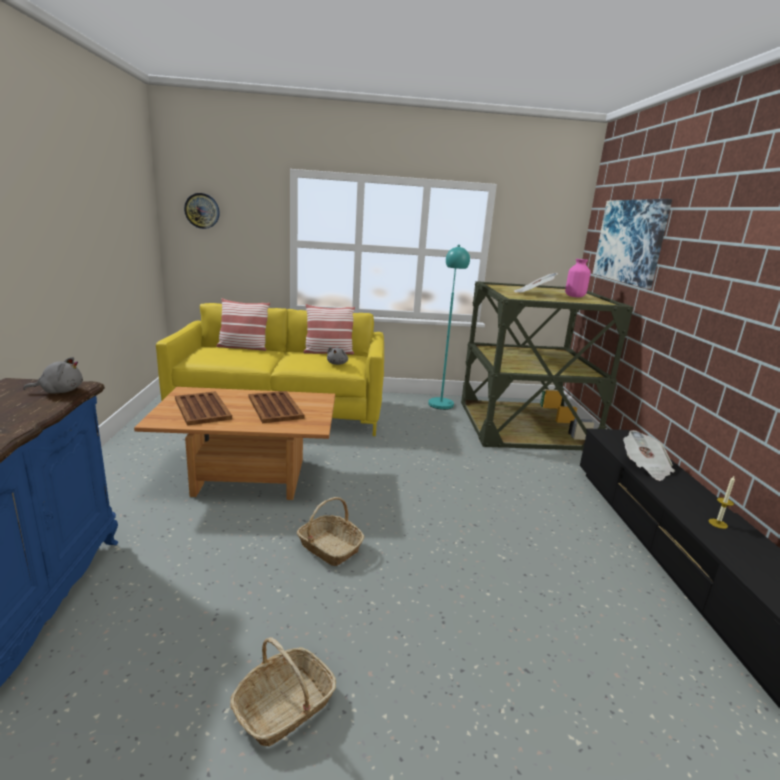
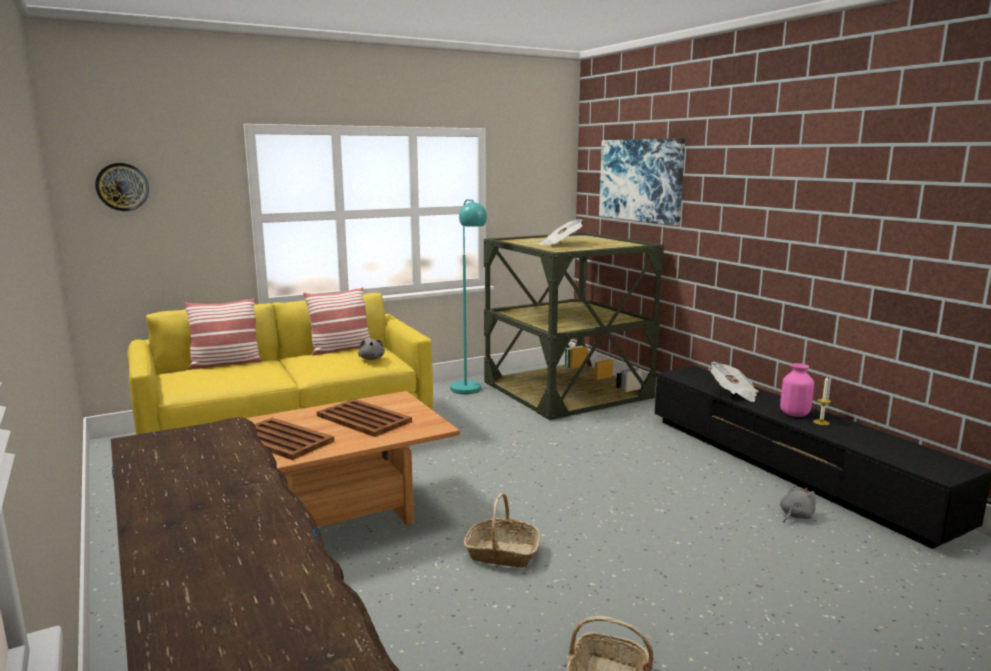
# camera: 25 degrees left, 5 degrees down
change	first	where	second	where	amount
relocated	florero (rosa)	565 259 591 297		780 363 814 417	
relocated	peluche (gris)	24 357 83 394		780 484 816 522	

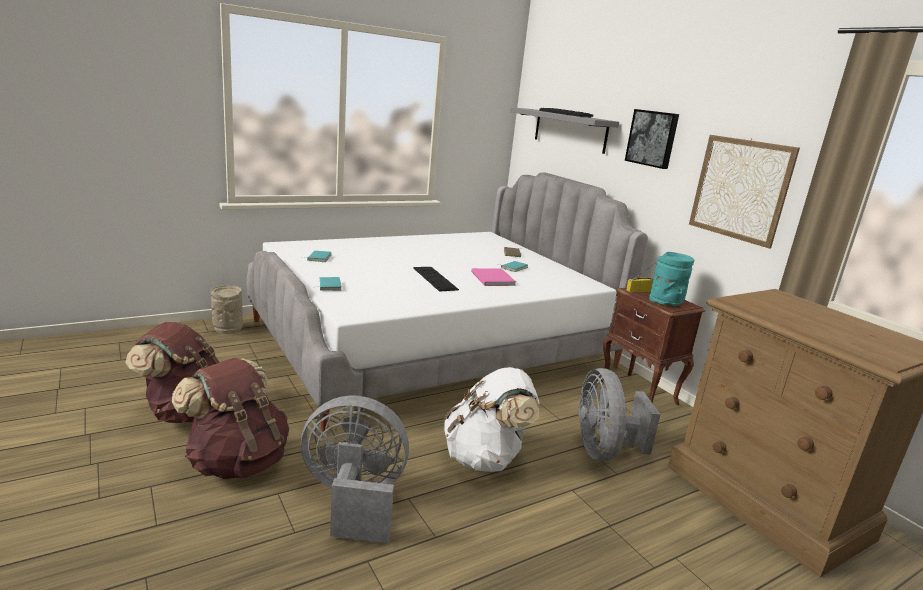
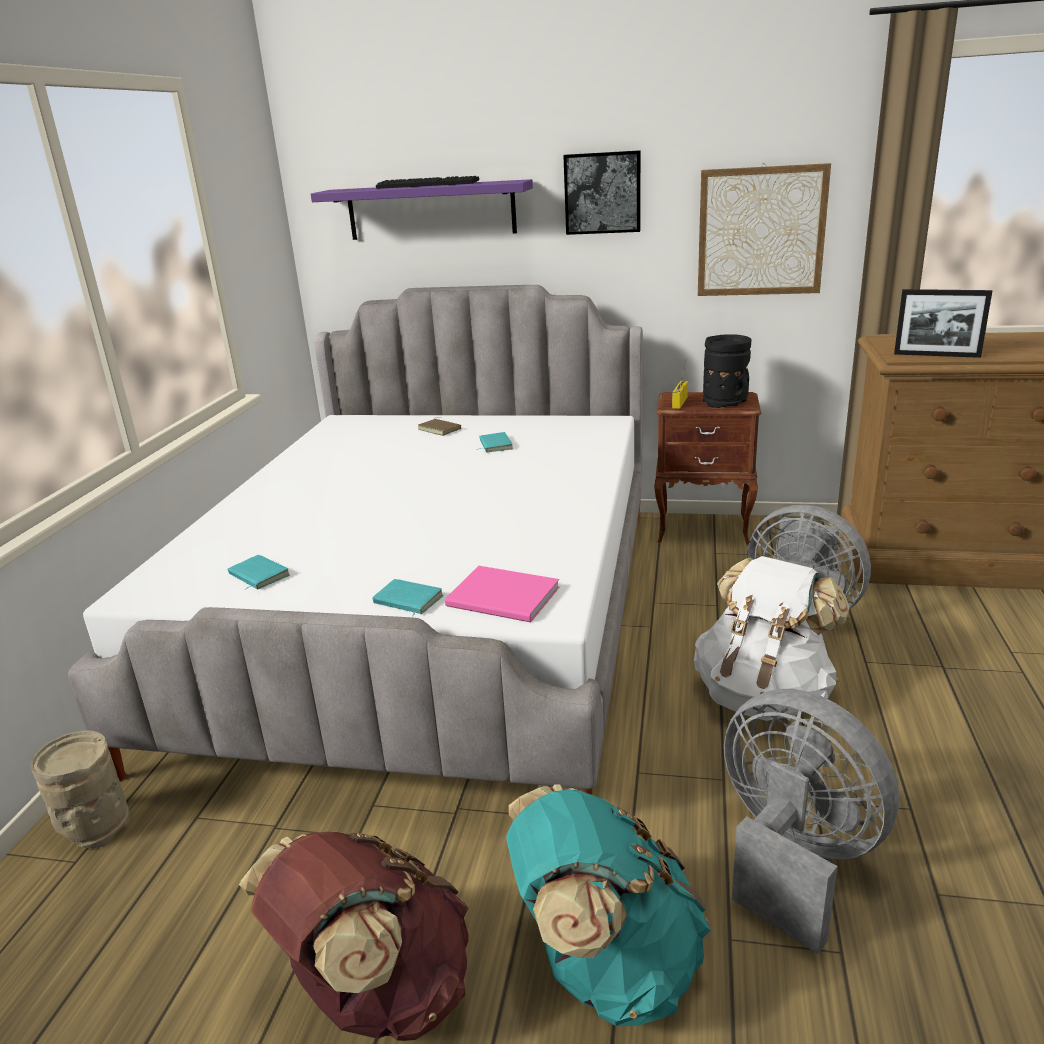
# camera: 45 degrees left, 5 degrees up
change	first	where	second	where	amount
colour	estante (gris)	510 107 619 154	estante (morado)	311 179 533 240	
colour	florero (turquesa)	649 252 694 306	florero (negro)	703 334 751 408	
missing	teclado	413 267 459 292			
relocated	libro (rosa)	471 268 516 286		445 566 560 622	
colour	mochila (marrón)	172 358 289 479	mochila (turquesa)	506 784 711 1026	
spun	ventilador (gris)	301 395 409 543		724 689 900 954	90 degrees clockwise
appeared			portarretratos	894 289 992 358	

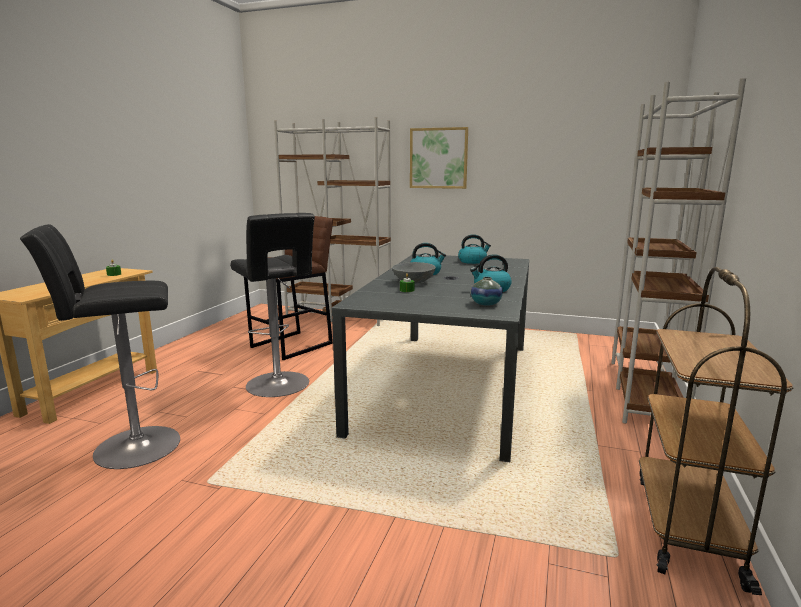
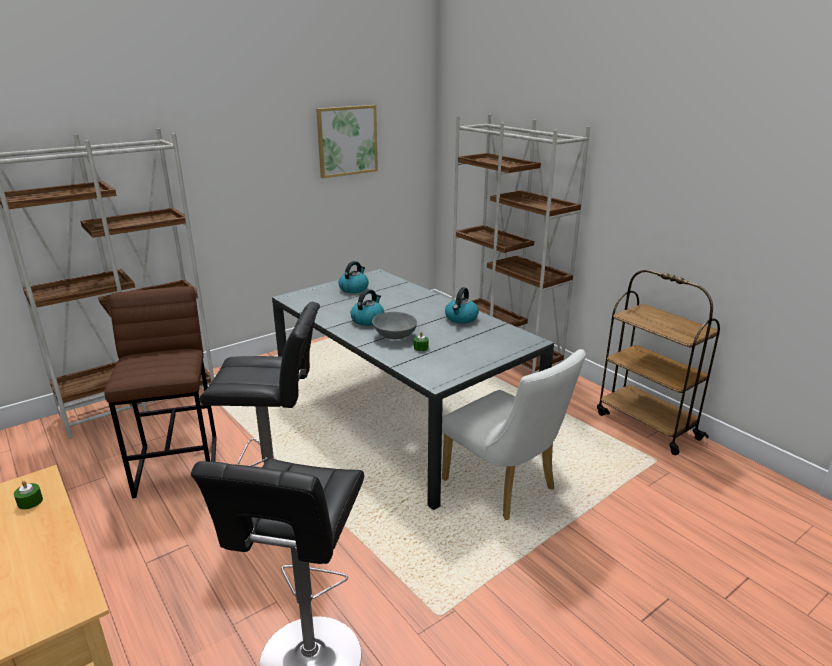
# camera: 55 degrees left, 10 degrees up
change	first	where	second	where	amount
relocated	cuadro	410 127 468 189		316 105 378 178	
missing	florero	471 277 503 306			
appeared			silla (blanco)	442 349 586 520	

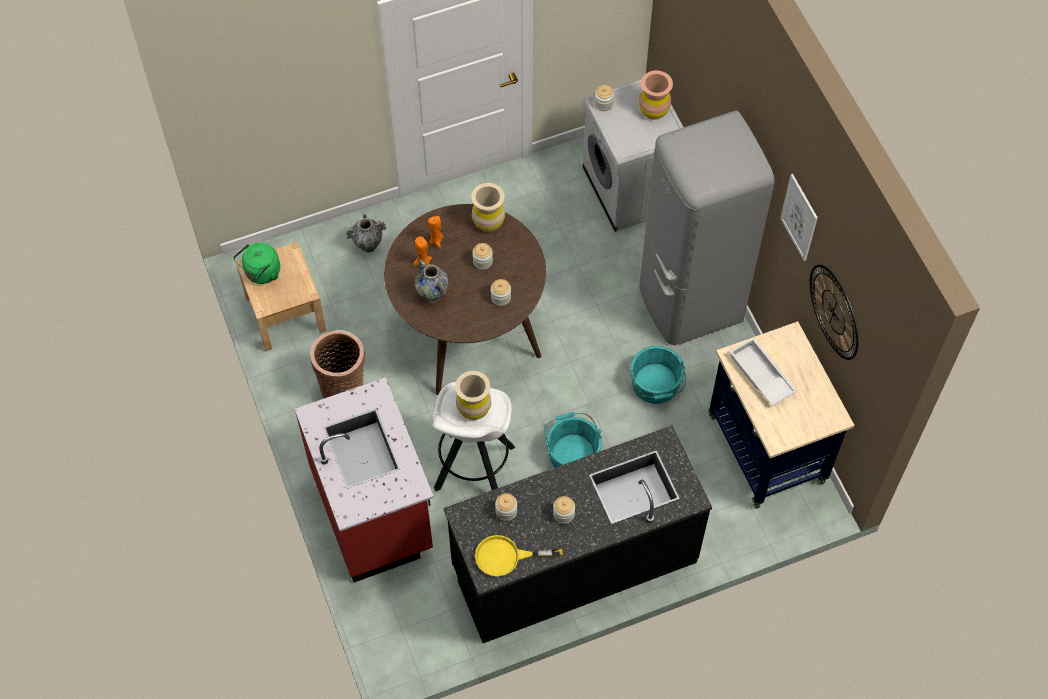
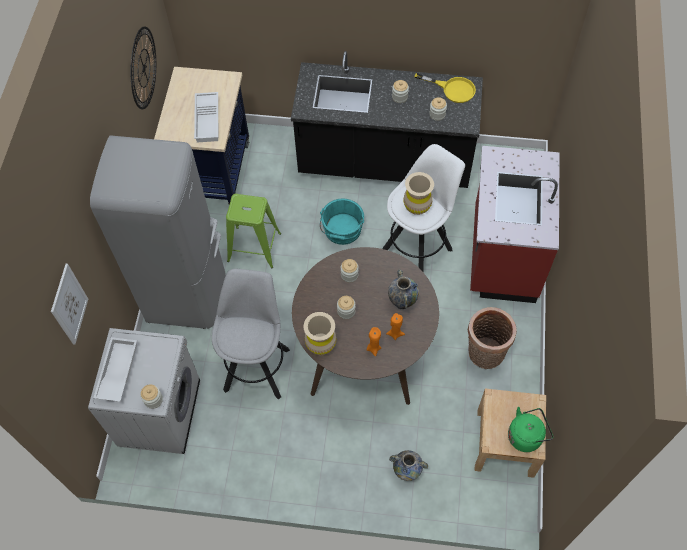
# camera: 150 degrees left, 0 degrees up
change	first	where	second	where	amount
exchanged	florero (marrón)	639 70 673 119	bandeja (blanco)	93 337 137 402	
relocated	cuadro	780 174 818 261		51 264 88 345	
exchanged	cubo (turquesa)	630 346 686 404	taburete (verde)	226 194 281 269	
appeared			taburete (gris)	212 269 290 399	

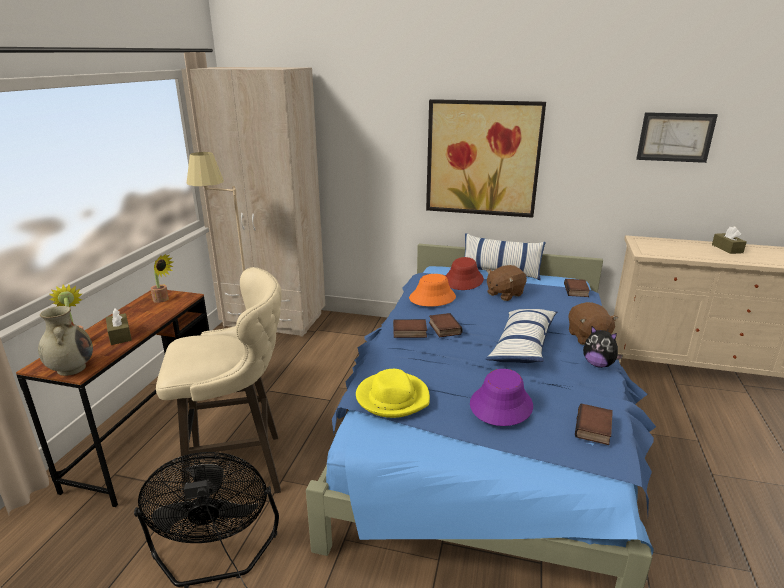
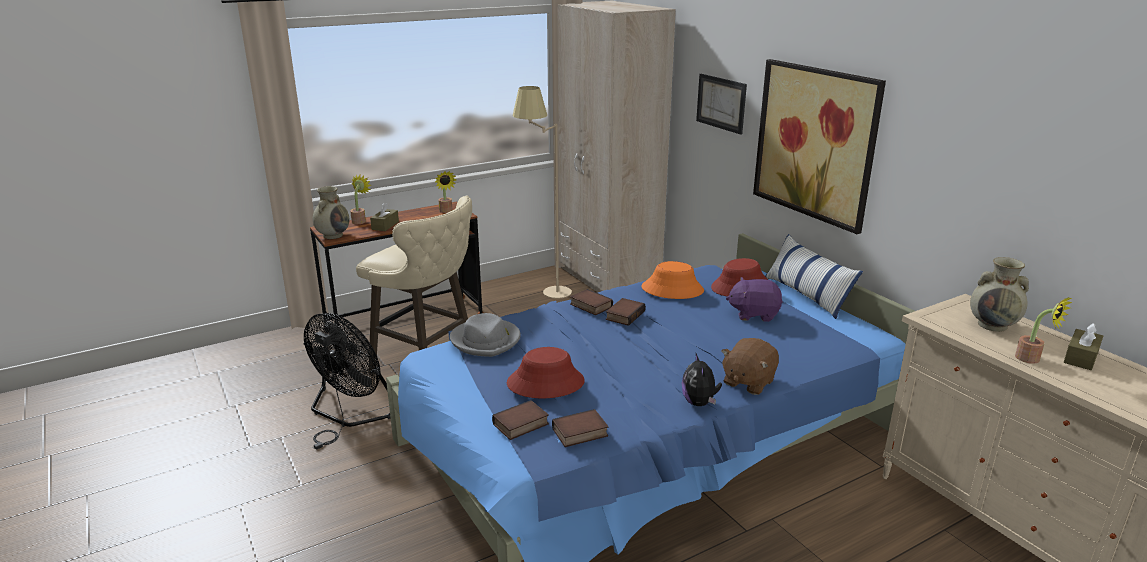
# camera: 45 degrees right, 0 degrees up
change	first	where	second	where	amount
relocated	cuadro	636 112 718 163		696 74 747 135	
colour	peluche (marrón)	487 265 527 301	peluche (morado)	726 277 783 322	
relocated	libro	564 279 590 297		492 400 549 440	
missing	cojín	485 309 557 363			
colour	sombrero (amarillo)	356 369 430 418	sombrero (gris)	450 313 521 357	
colour	sombrero (morado)	470 369 533 426	sombrero (rojo)	507 347 585 398	
appeared			florero (beis)	970 257 1029 332	
appeared			planta en maceta	1015 297 1072 364	

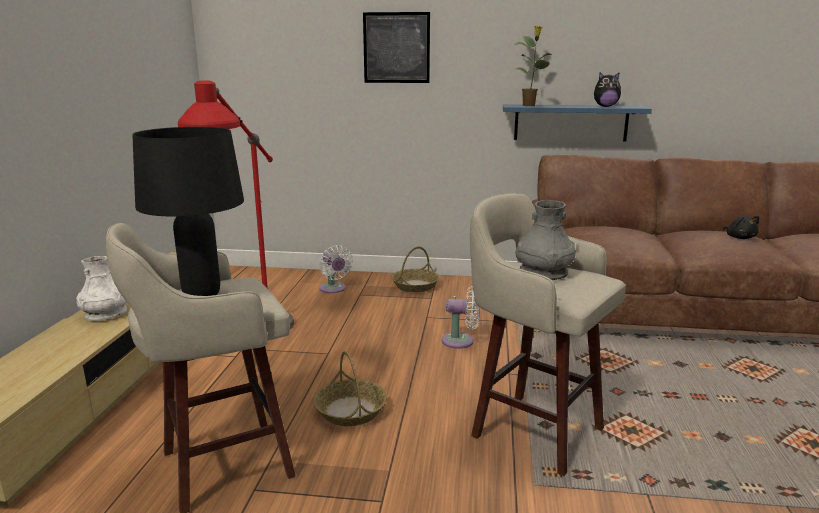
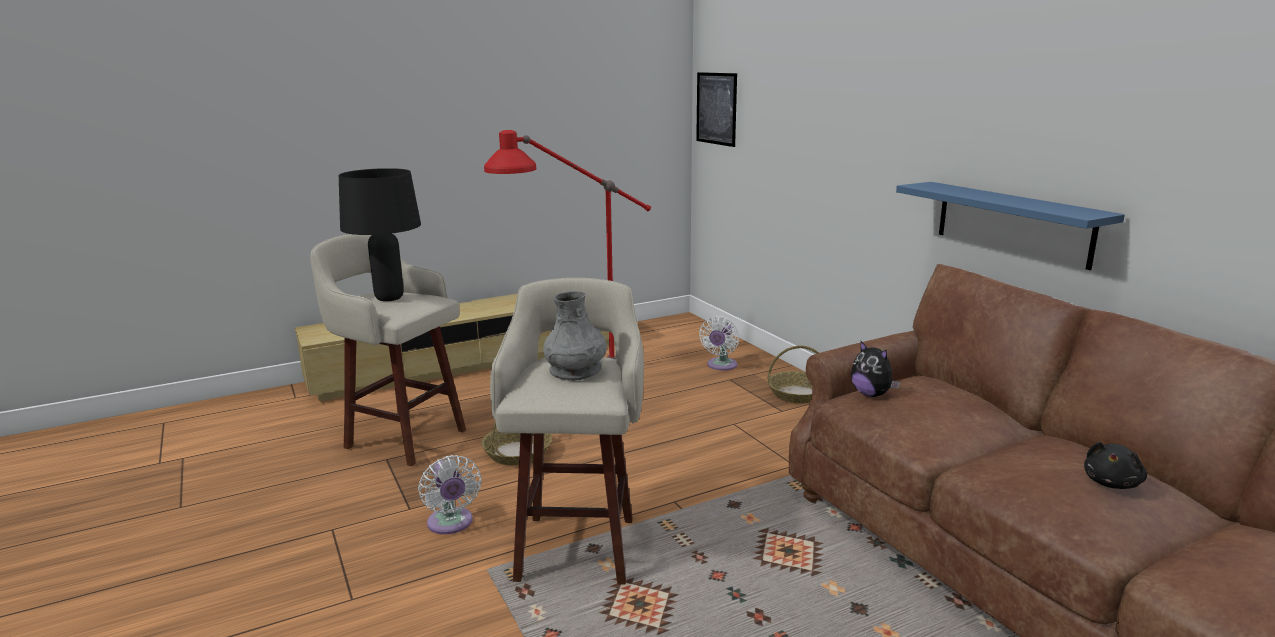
# camera: 55 degrees right, 0 degrees up
change	first	where	second	where	amount
relocated	cuadro	363 12 430 83		696 72 737 147	
missing	planta en maceta	514 26 552 106			
relocated	peluche	594 72 621 107		851 341 900 397	
missing	florero (blanco)	76 256 127 321			
relocated	ventilador (blanco)	442 286 480 349		418 455 482 534	

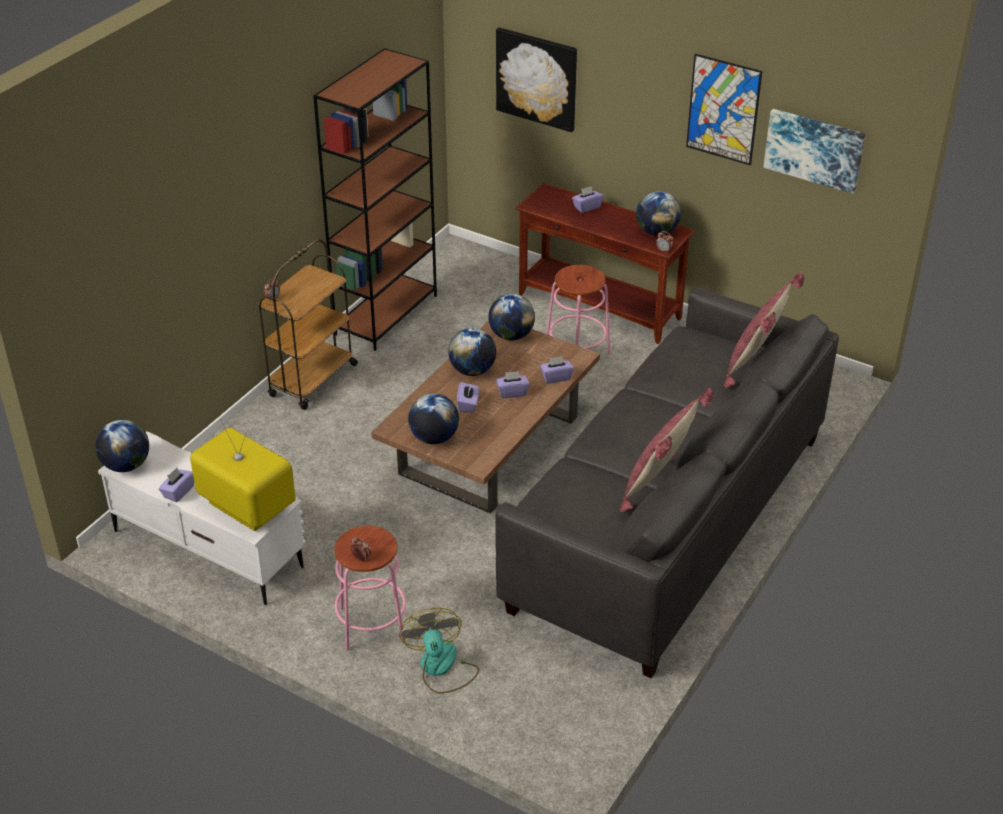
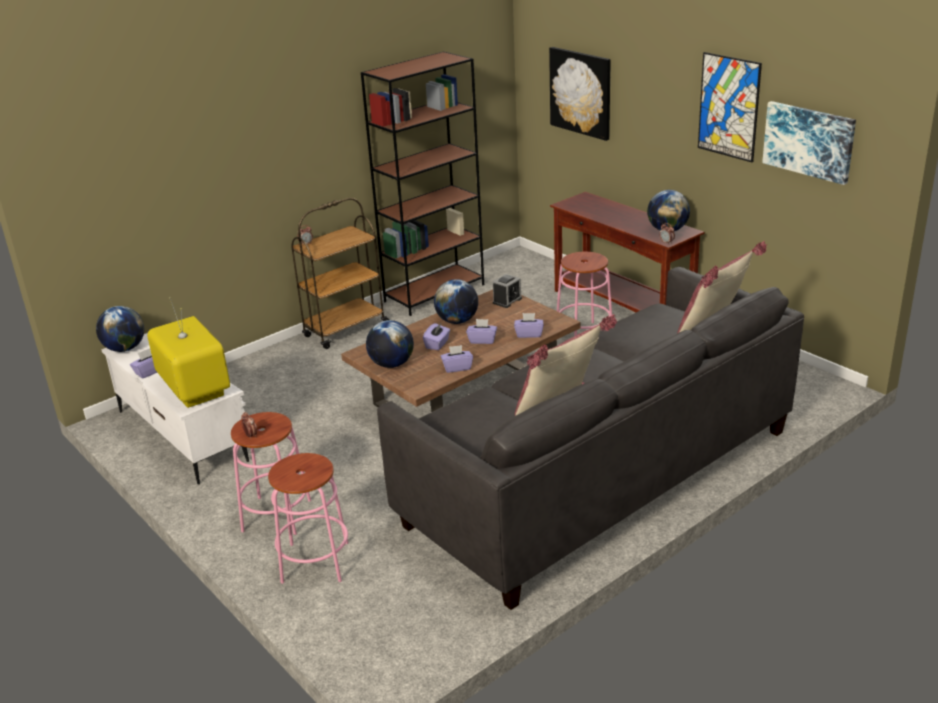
# camera: 20 degrees right, 10 degrees down
change	first	where	second	where	amount
relocated	caja de pañuelos (morado)	572 186 604 213		441 345 473 373	
exchanged	globo terráqueo	488 294 535 341	despertador	493 274 522 308	
exchanged	ventilador	399 608 479 694	taburete (rosa)	268 453 348 584	

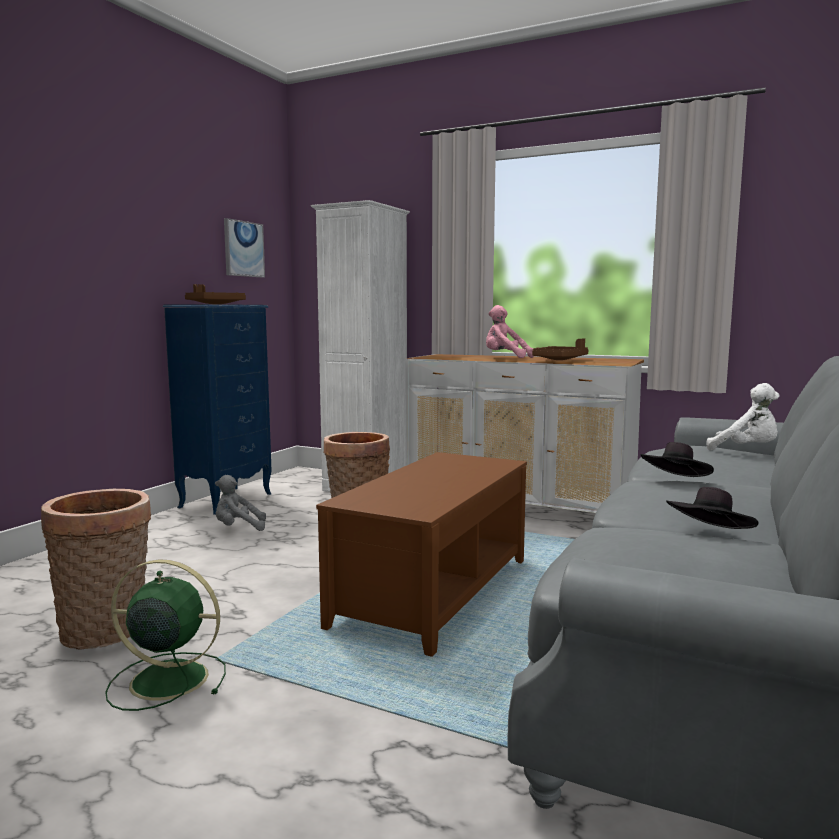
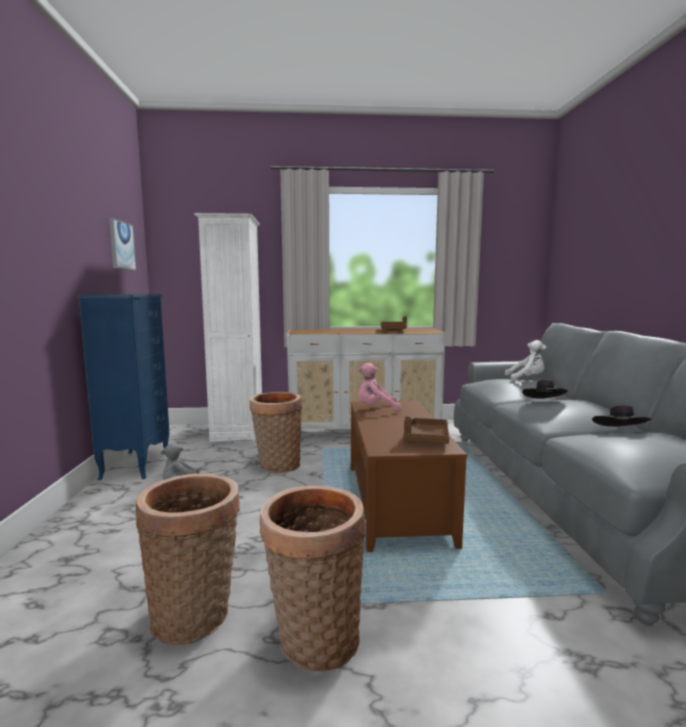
# camera: 30 degrees left, 0 degrees up
change	first	where	second	where	amount
relocated	bandeja (marrón)	185 284 246 304		403 416 449 444	
relocated	peluche (rosa)	486 305 534 358		358 362 401 411	
exchanged	ventilador (verde)	105 559 226 711	cesta	260 486 366 672	

